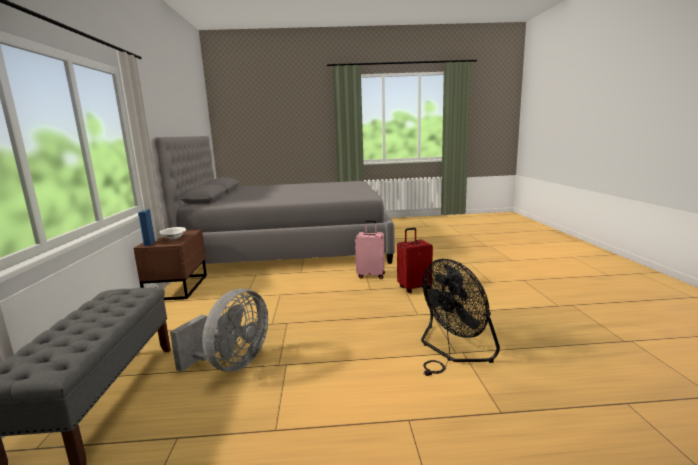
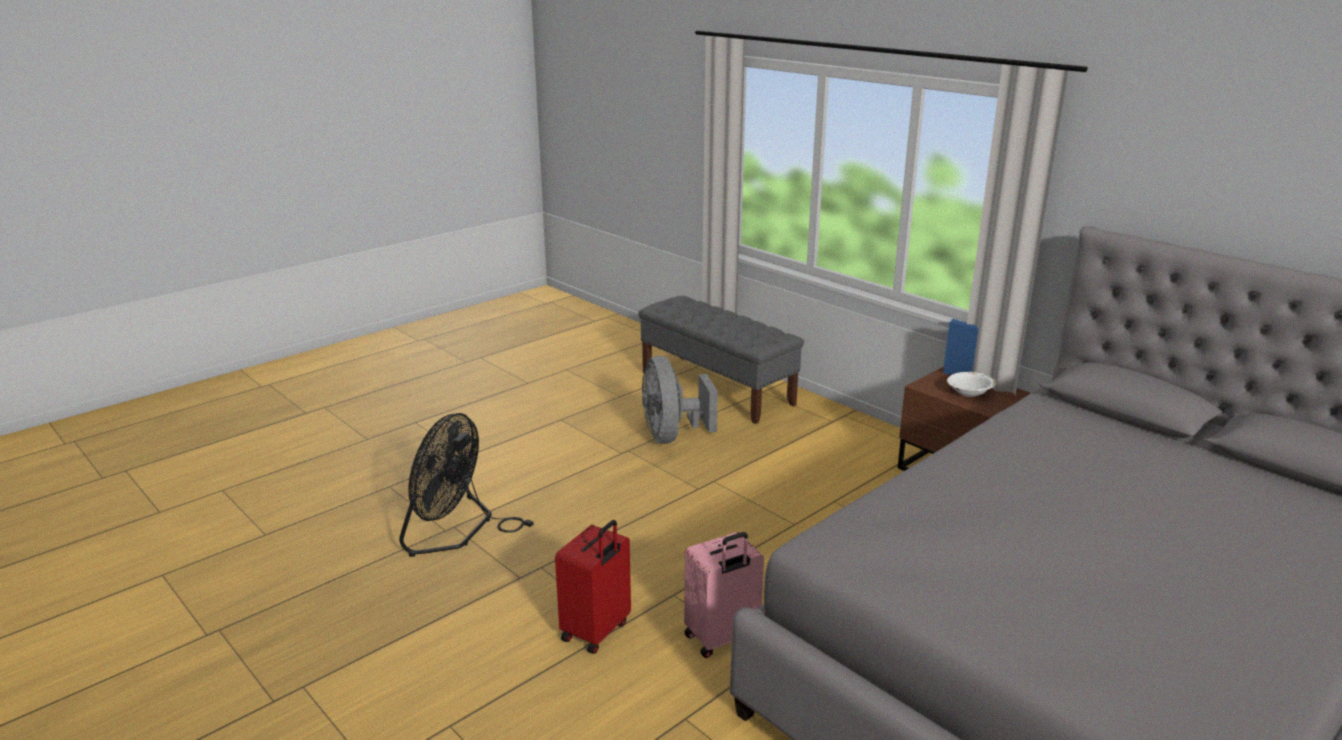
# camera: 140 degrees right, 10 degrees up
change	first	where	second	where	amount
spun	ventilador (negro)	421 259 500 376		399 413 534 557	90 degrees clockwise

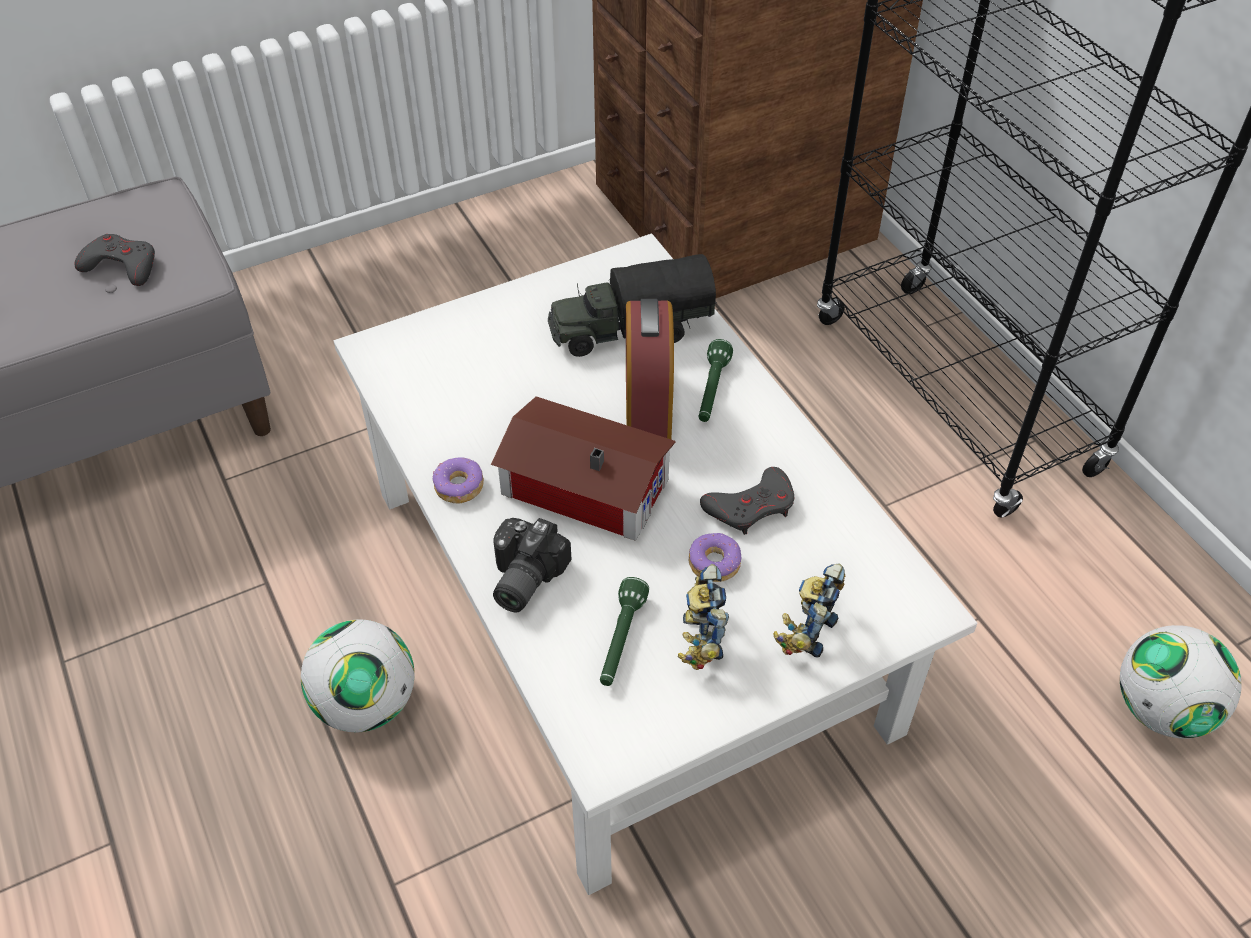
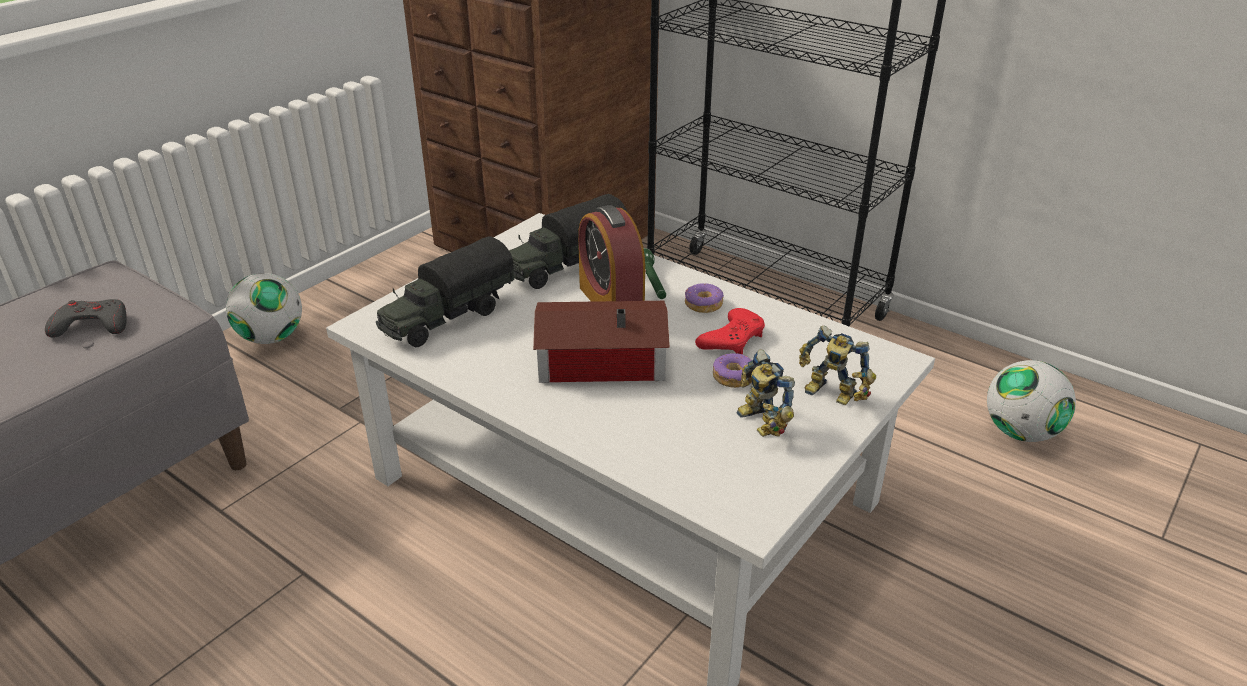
# camera: 25 degrees left, 15 degrees down
change	first	where	second	where	amount
relocated	rosquilla	433 457 484 504		685 283 724 313	
colour	mando de consola (gris)	700 467 794 535	mando de consola (rojo)	695 308 765 354	
missing	cámara	493 518 572 612			
spun	robot de juguete	773 563 845 658		799 325 876 405	60 degrees counterclockwise
missing	linterna (verde)	600 577 649 686			
relocated	balón de fútbol	301 619 415 732		226 273 302 344	
appeared			camión de juguete	376 236 515 347	

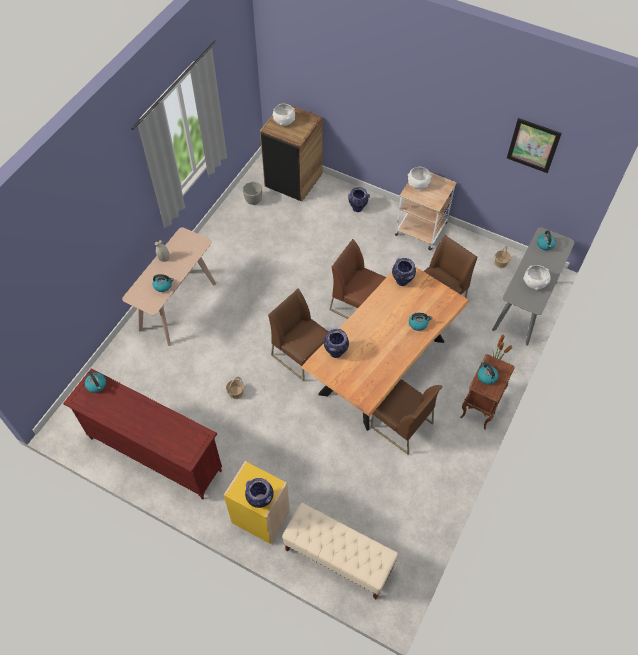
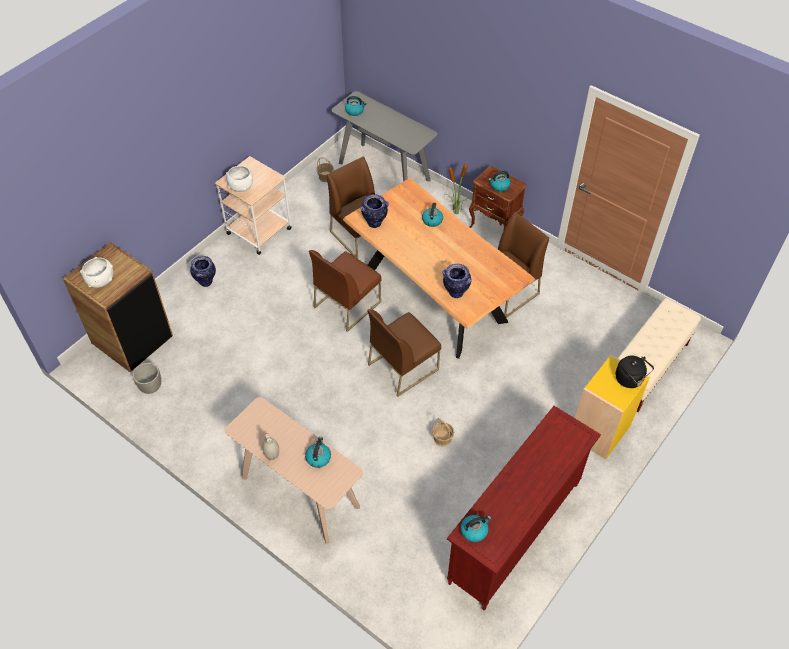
# camera: 80 degrees left, 5 degrees down
change	first	where	second	where	amount
missing	cuadro	507 118 562 173			
missing	cuenco (blanco)	523 265 551 290			
exchanged	florero	245 478 274 508	hervidor (negro)	616 355 654 388	

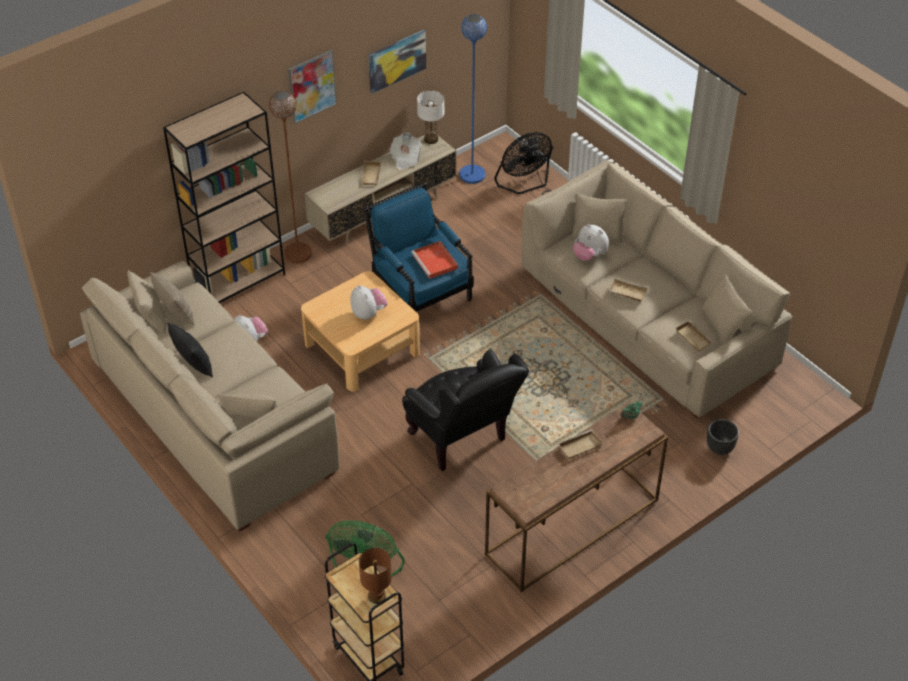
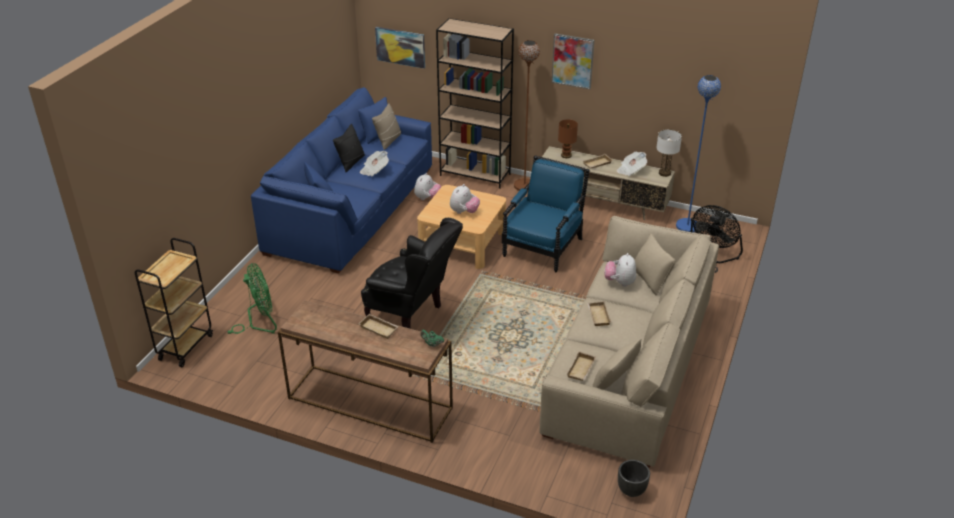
# camera: 60 degrees right, 10 degrees down
change	first	where	second	where	amount
relocated	cuadro	368 30 426 94		375 27 425 69	
missing	bandeja (rojo)	411 241 458 279			
colour	sofá (beis)	80 261 340 531	sofá (azul)	251 87 432 273	
spun	sillón (negro)	402 350 529 471		361 218 463 329	90 degrees counterclockwise
relocated	maceta (negro)	707 419 739 455		618 460 650 497	
relocated	lámpara de mesa (marrón)	359 548 392 604		558 119 578 158	
appeared			periódico	360 151 389 177	

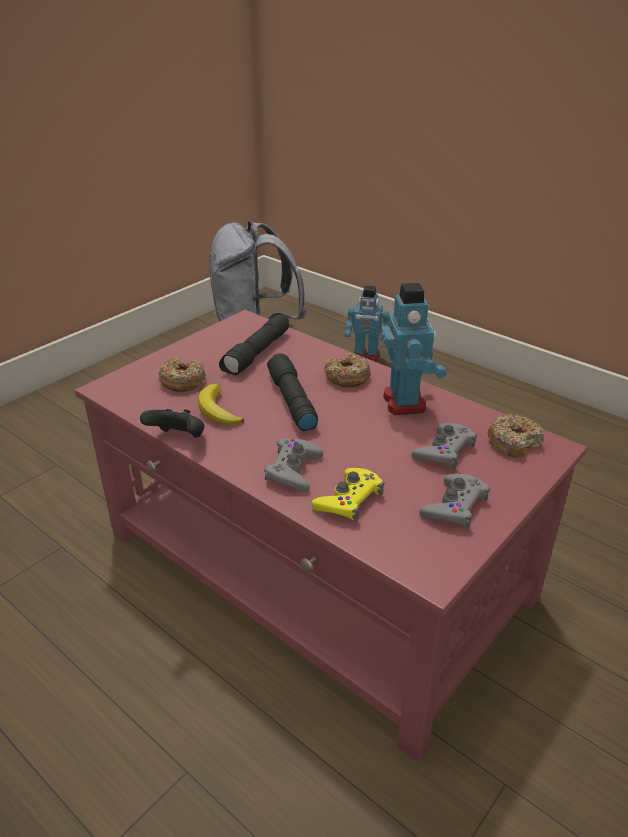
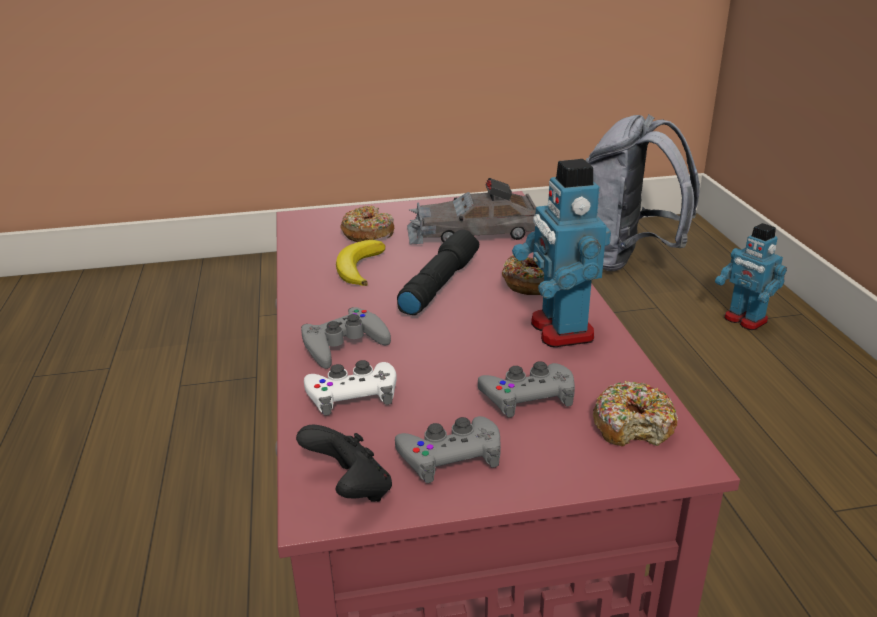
# camera: 40 degrees right, 5 degrees down
change	first	where	second	where	amount
spun	robot de juguete	381 283 447 415		512 159 611 347	135 degrees clockwise
exchanged	linterna (negro)	219 314 289 375	coche de juguete (gris)	407 178 536 244	
relocated	mando de consola (negro)	140 409 205 438		296 425 392 502	
colour	mando de consola (amarillo)	312 468 384 521	mando de consola (blanco)	304 360 397 416	

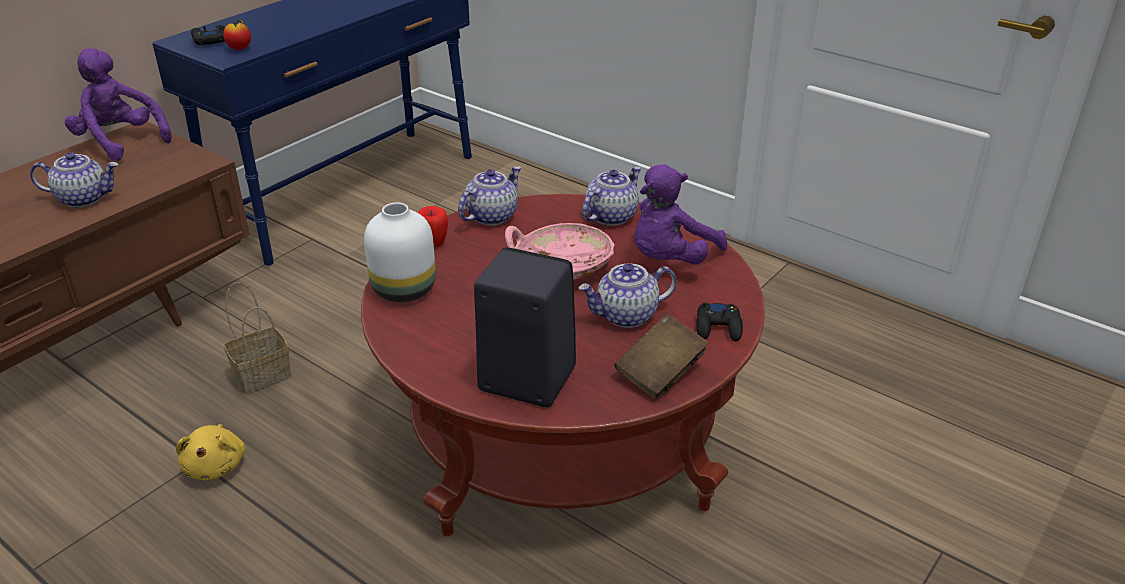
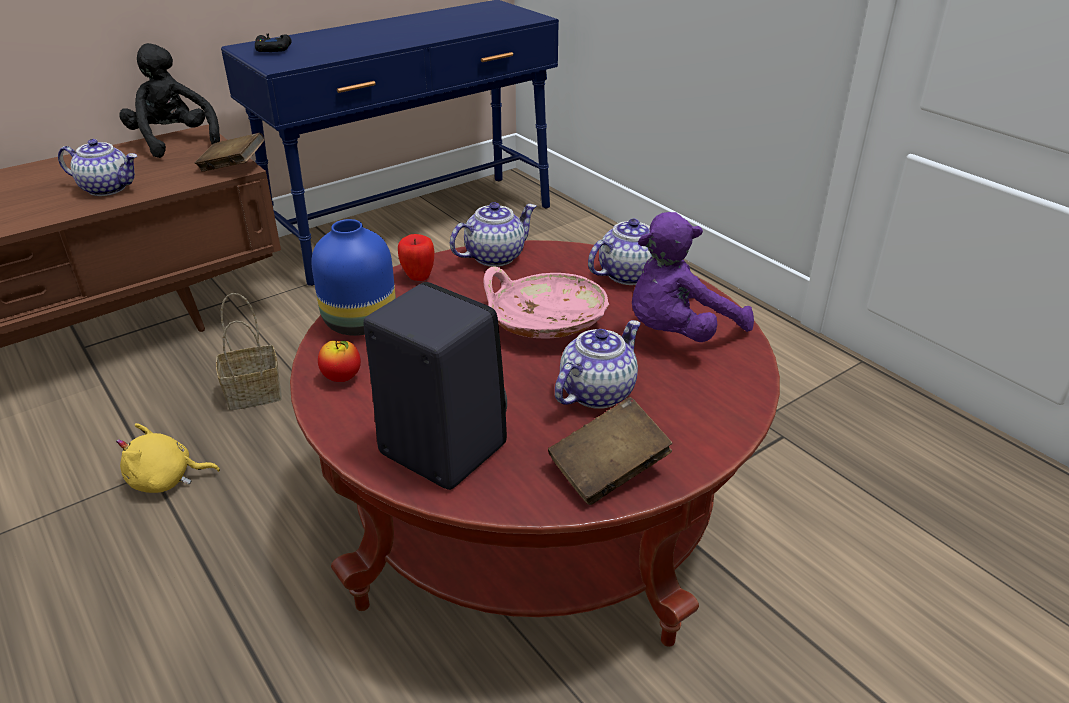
# camera: 15 degrees right, 0 degrees up
change	first	where	second	where	amount
relocated	manzana	223 20 251 50		318 341 361 382	
colour	peluche (morado)	65 48 172 161	peluche (negro)	119 43 220 158	
colour	florero (blanco)	364 202 436 302	florero (azul)	311 219 396 336	
spun	tetera	578 263 677 328		555 320 641 409	135 degrees clockwise
missing	mando de consola (negro)	697 302 743 341			
spun	peluche (amarillo)	176 424 246 480		116 423 220 493	75 degrees clockwise
appeared			libro (marrón)	195 133 264 172	

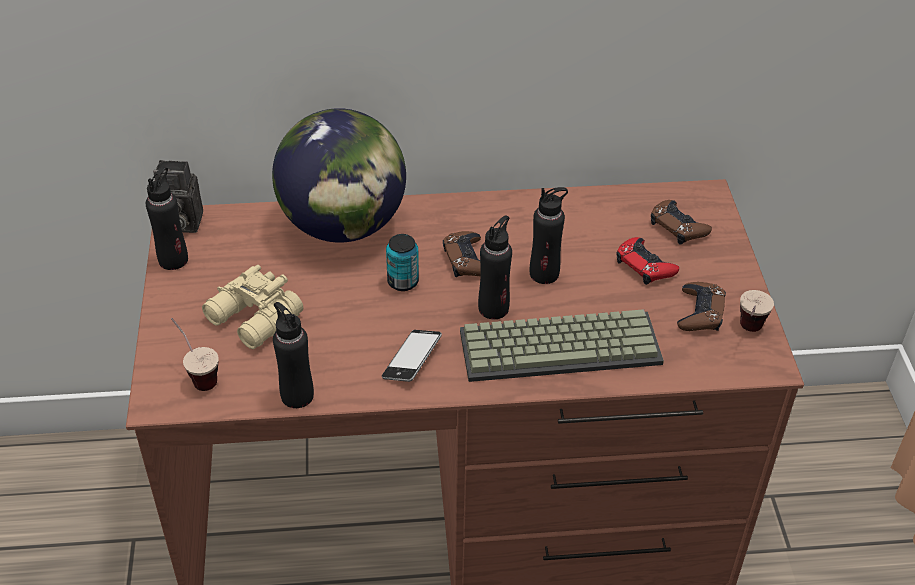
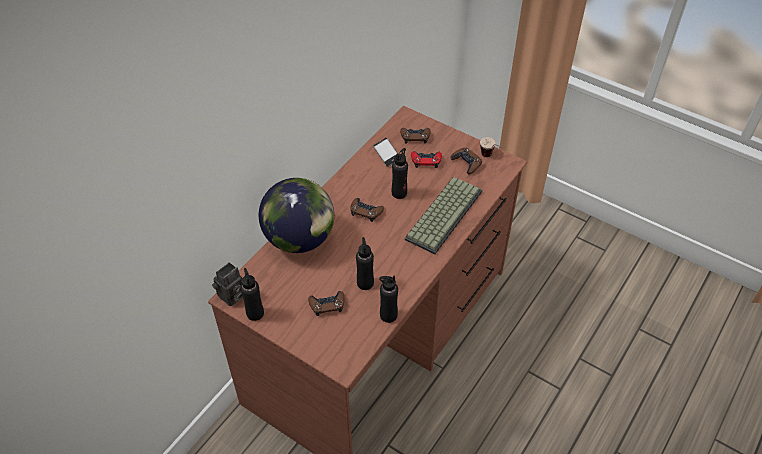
# camera: 50 degrees left, 5 degrees up
change	first	where	second	where	amount
relocated	botella (negro)	478 216 512 319		356 237 374 290	
missing	lata	386 234 419 291			
exchanged	prismáticos (beis)	202 265 304 349	mando de consola (marrón)	308 291 345 316	
missing	taza	171 318 219 391			
relocated	móvil	382 330 442 382		373 138 398 167	

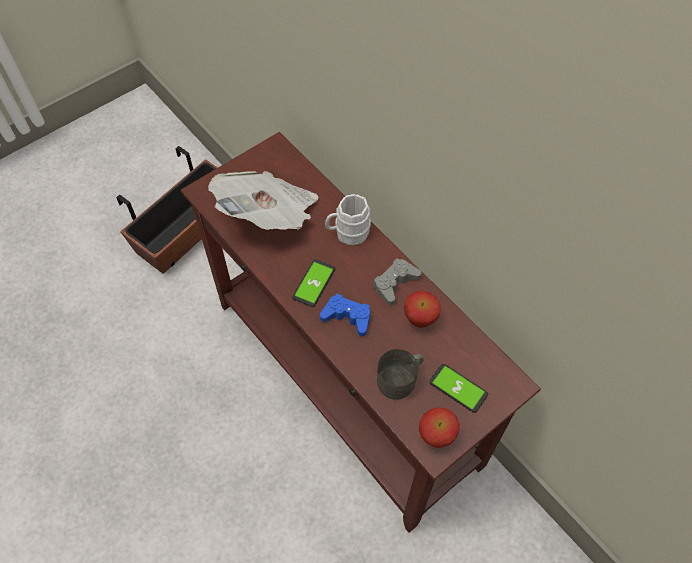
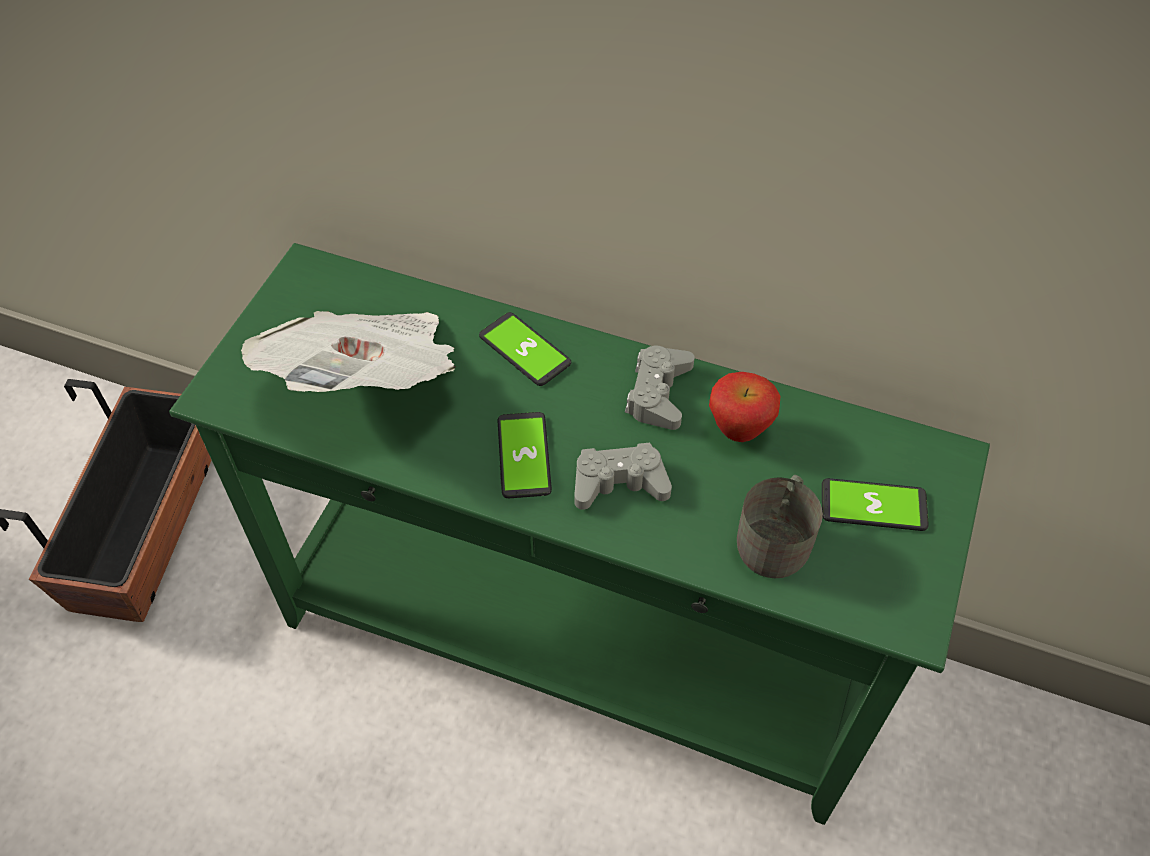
# camera: 30 degrees left, 5 degrees down
change	first	where	second	where	amount
colour	mesa consola (marrón)	181 132 541 533	mesa consola (verde)	169 243 990 825	
exchanged	taza grande (blanco)	325 194 371 245	móvil	479 312 571 386	
colour	mando de consola (azul)	320 294 370 336	mando de consola (gris)	574 443 672 510	
missing	manzana	419 407 460 448			

